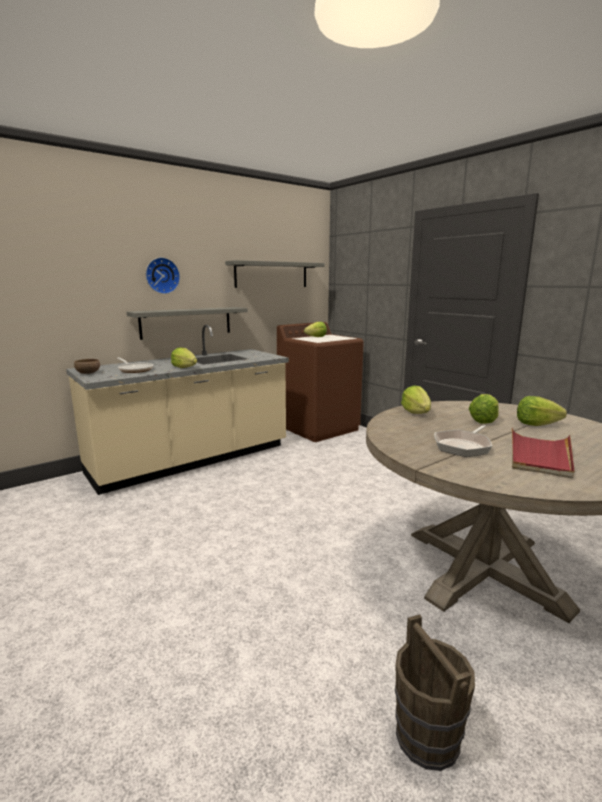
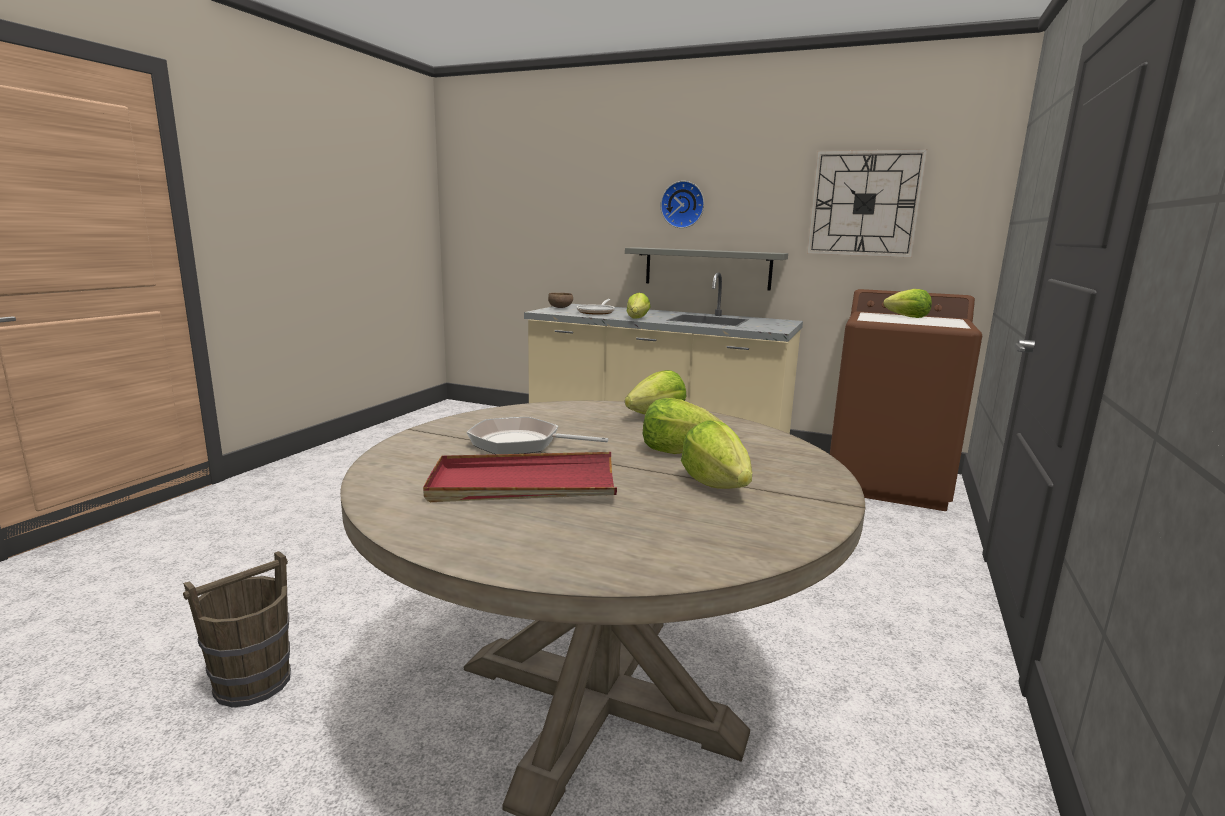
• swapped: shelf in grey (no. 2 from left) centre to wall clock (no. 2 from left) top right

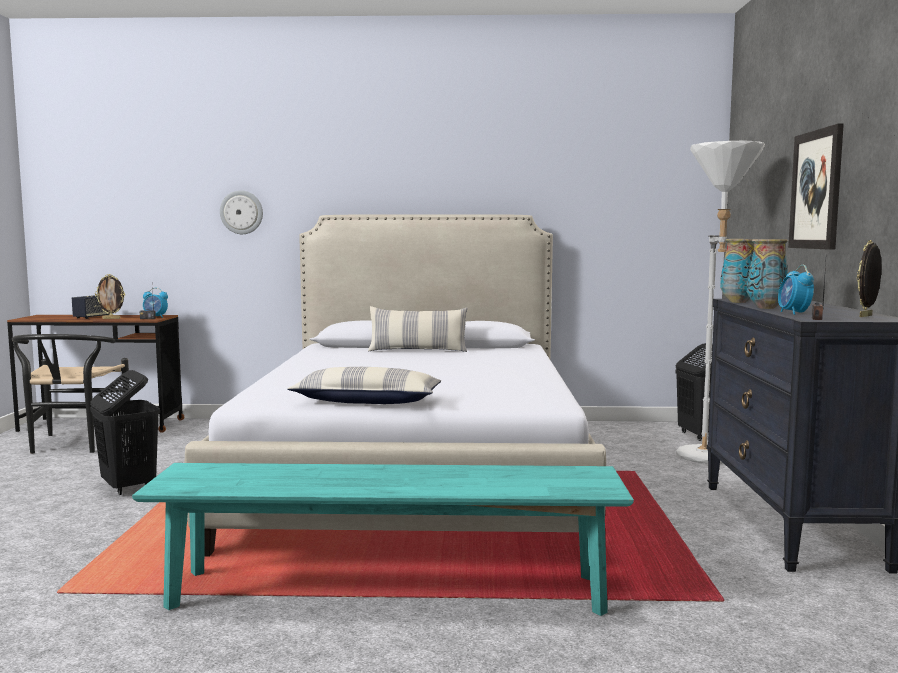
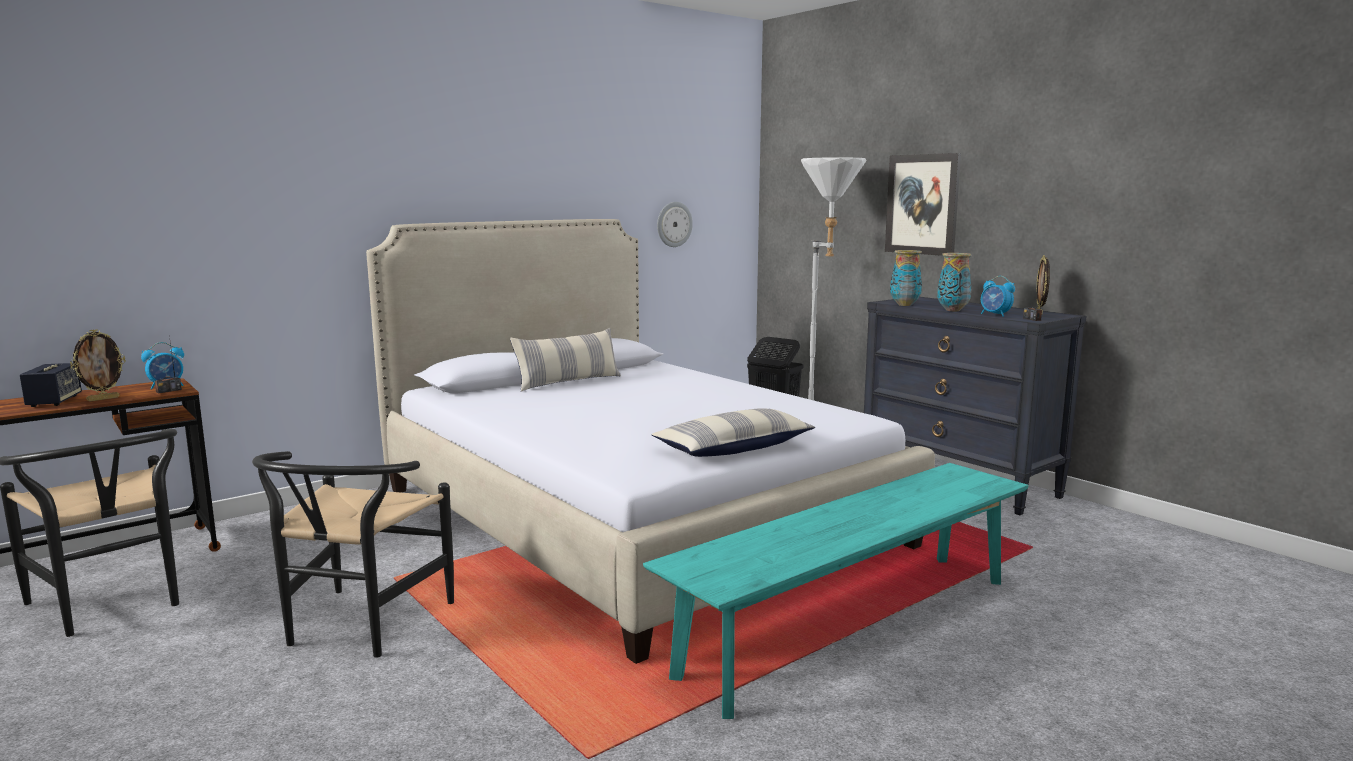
• shifted: wall clock top left to top centre
• swapped: laundry basket in black (no. 1 from left) middle left to chair in black (no. 2 from left) bottom left

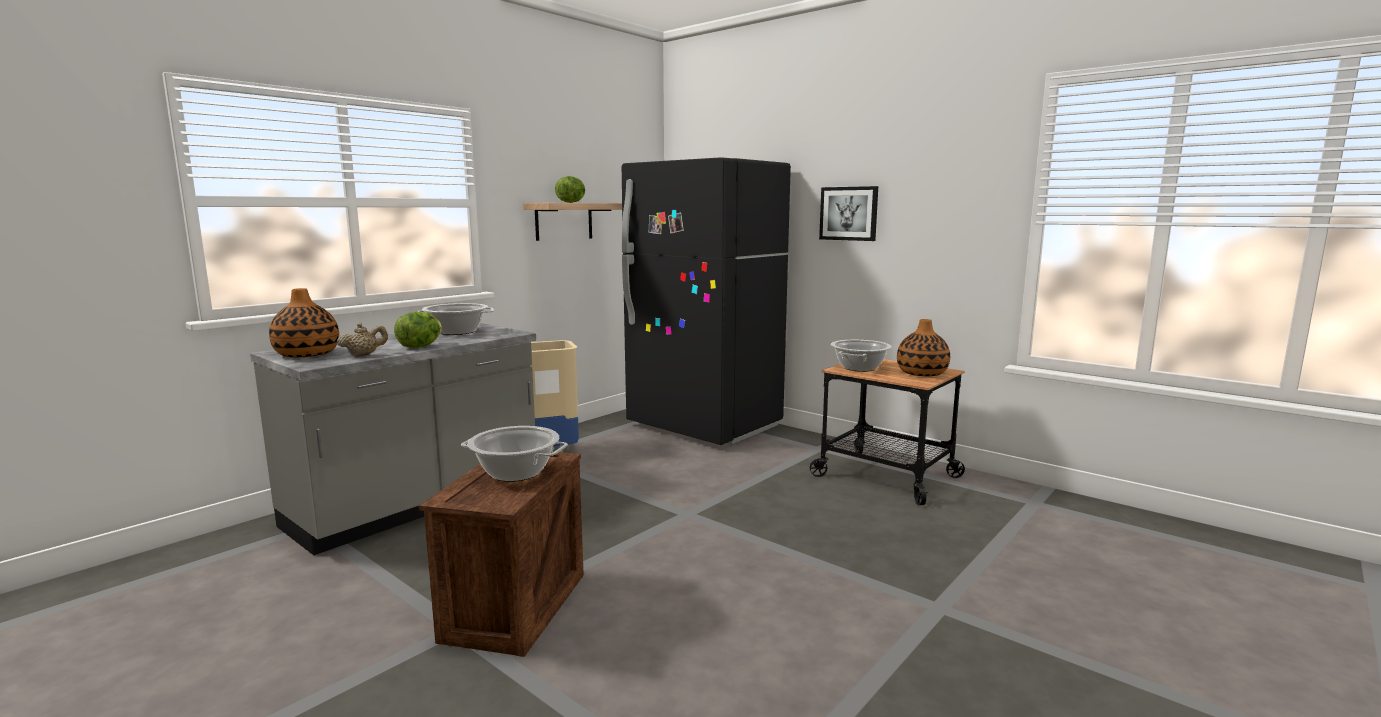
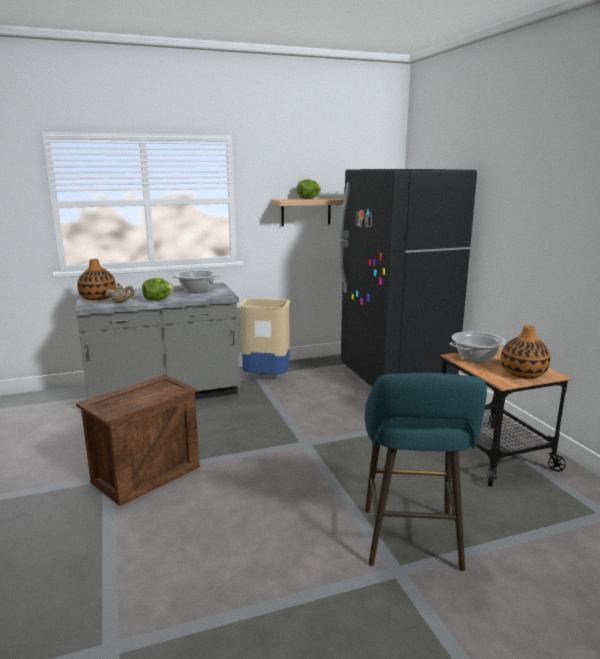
• gone: picture top centre
• gone: cooking pot (no. 2 from left) centre
• new: stool in turquoise bottom right

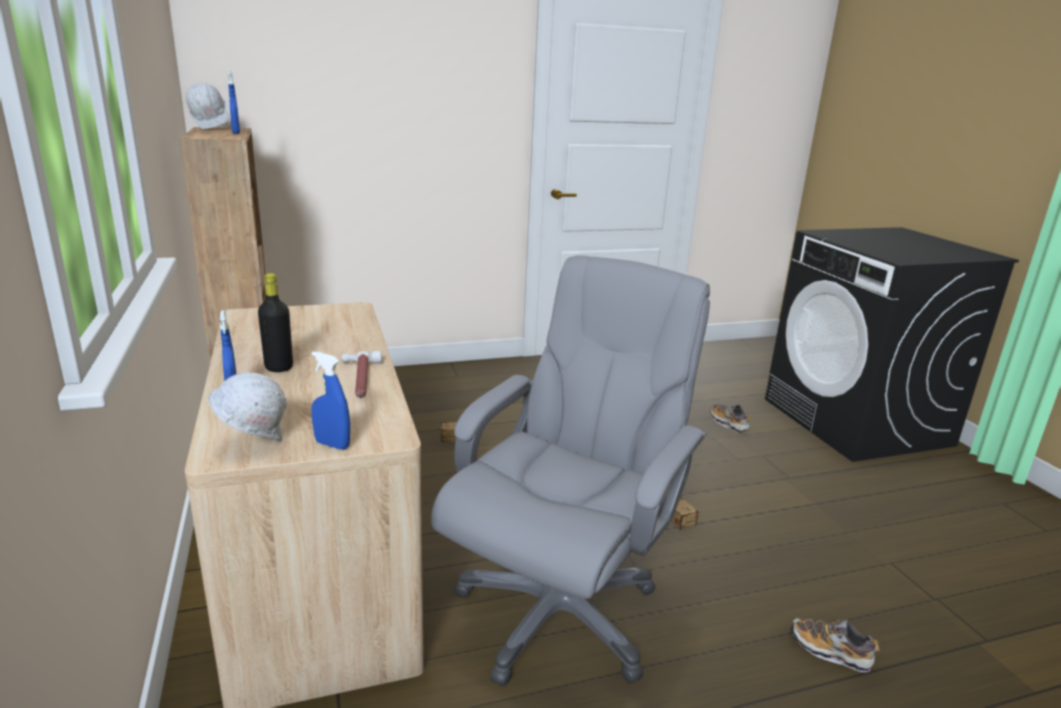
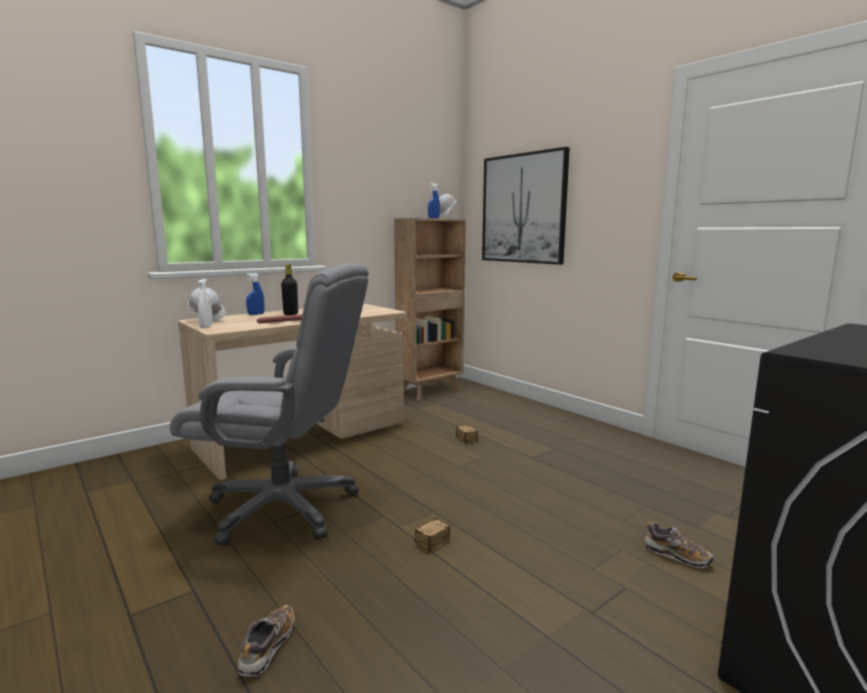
• repainted: spray bottle in blue (no. 3 from left) middle left to spray bottle in white middle left
• rotated: shoe (no. 1 from left in the first image) middle right = bottom right 90 degrees clockwise
• new: picture top centre

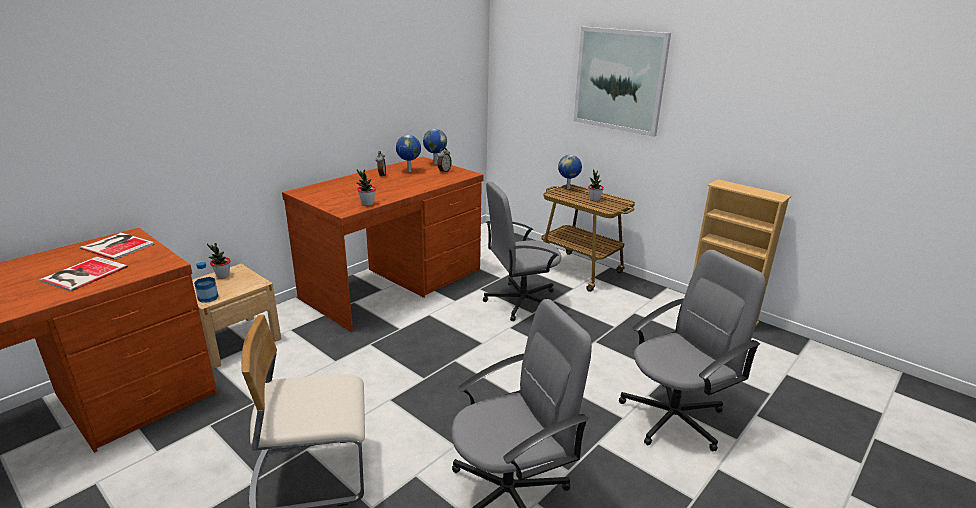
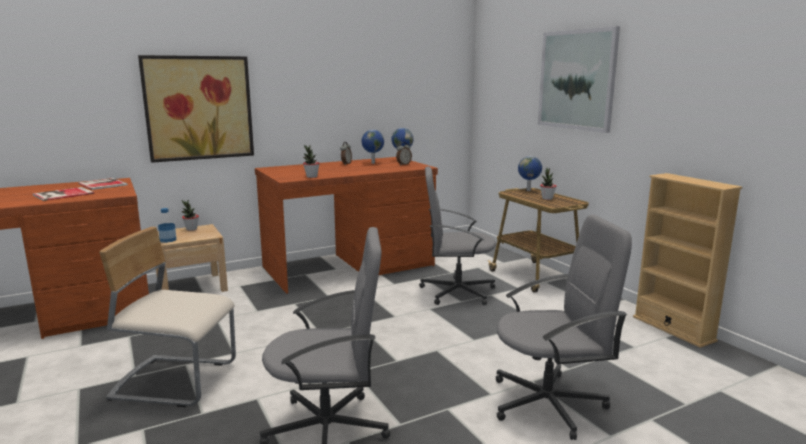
• new: picture (no. 1 from left) top left

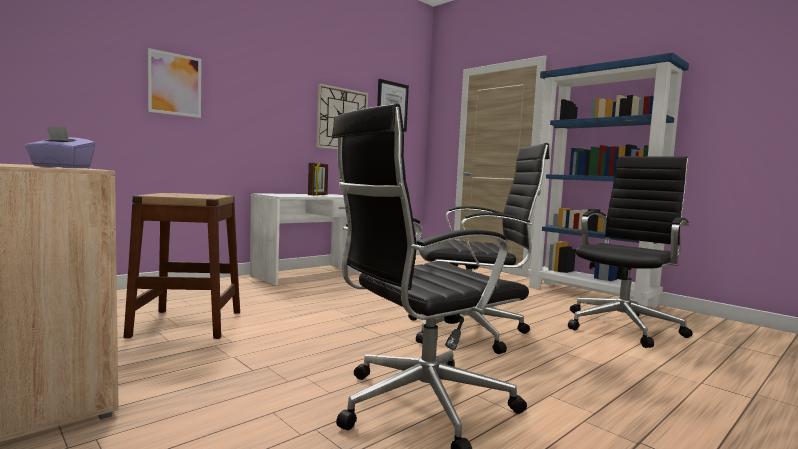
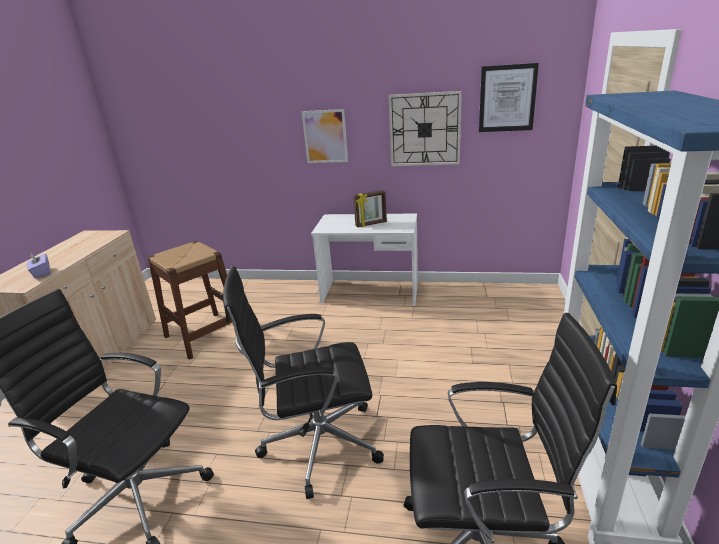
• shifted: picture (no. 1 from left) top left to top centre
• rotated: office chair in black (no. 2 from left) centre = bottom centre 120 degrees clockwise

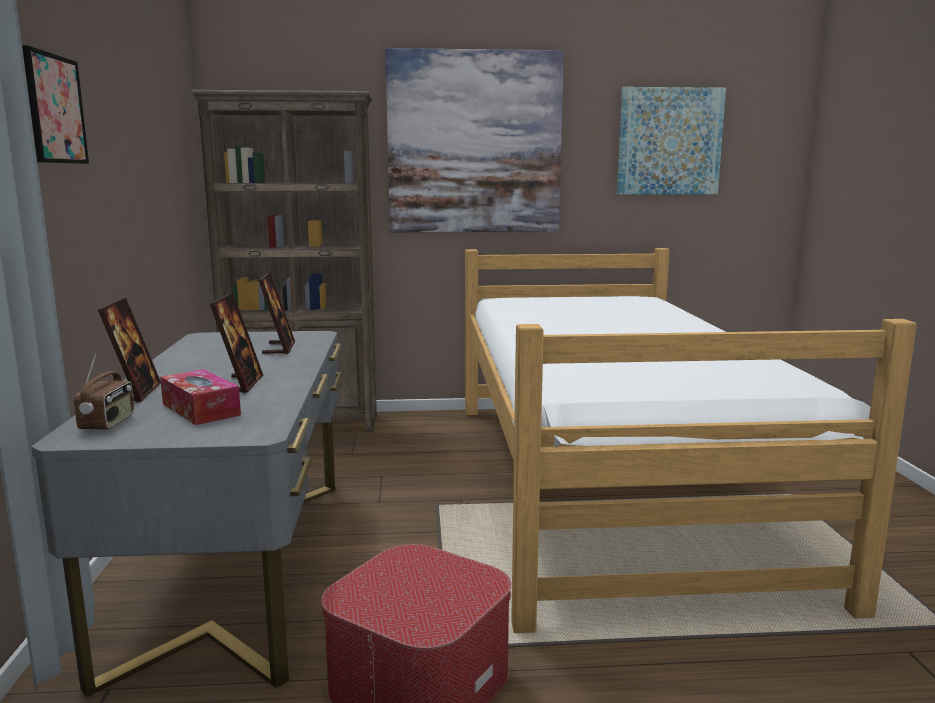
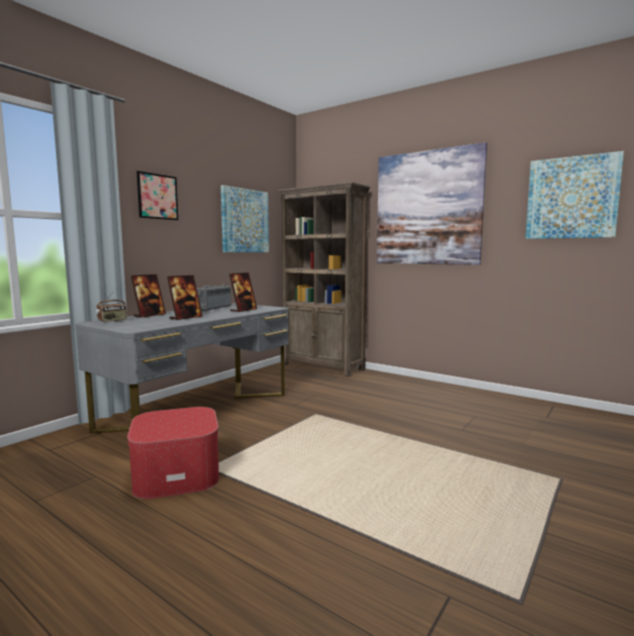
• gone: bed middle right
• gone: tissue box middle left
• new: picture (no. 2 from left) centre
• new: radio (no. 2 from left) centre

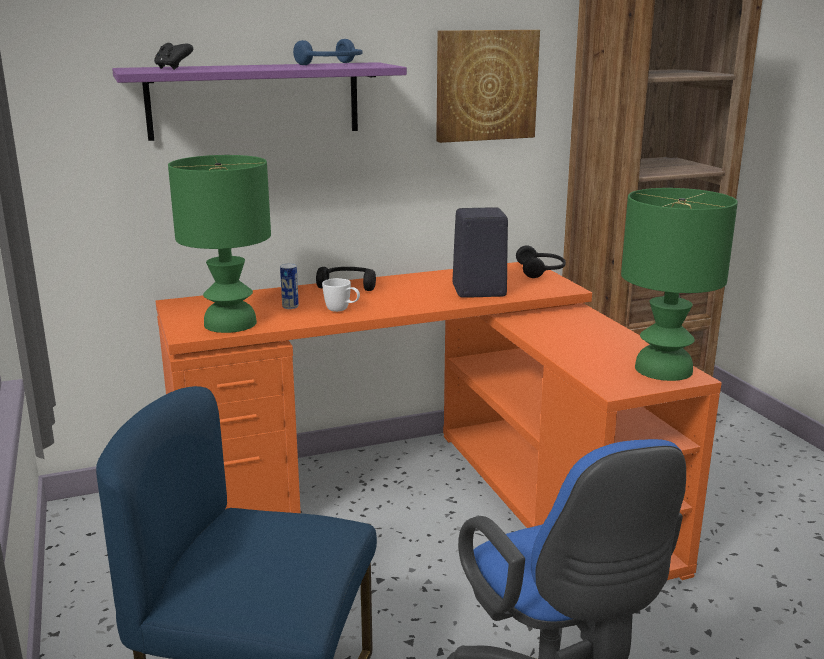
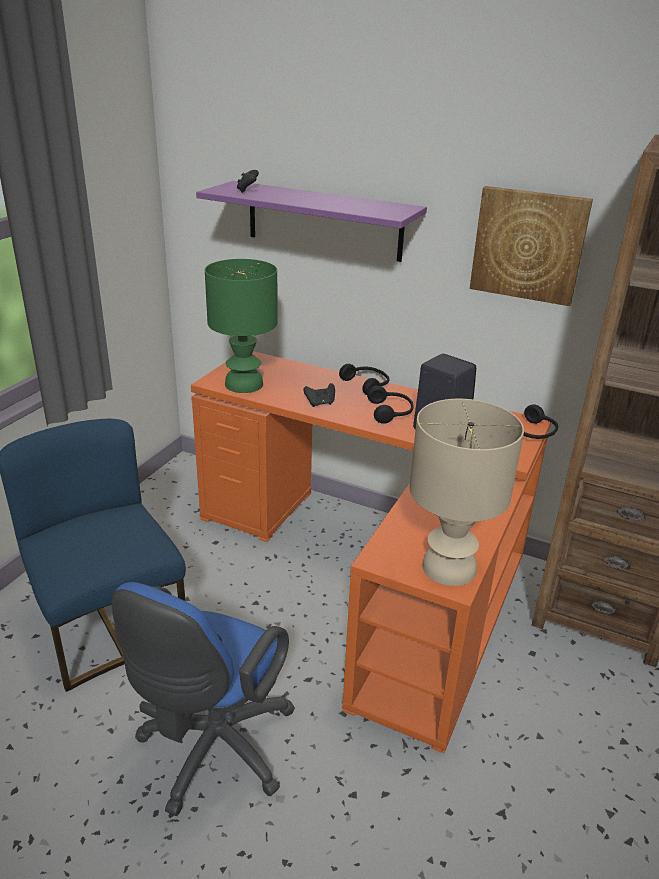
• gone: headphones in blue top centre
• repainted: table lamp in green (no. 2 from left) middle right to table lamp in beige middle right
• gone: can centre
• swapped: mug in white centre to game controller in black (no. 2 from left) centre
• new: headphones in black (no. 2 from left) centre

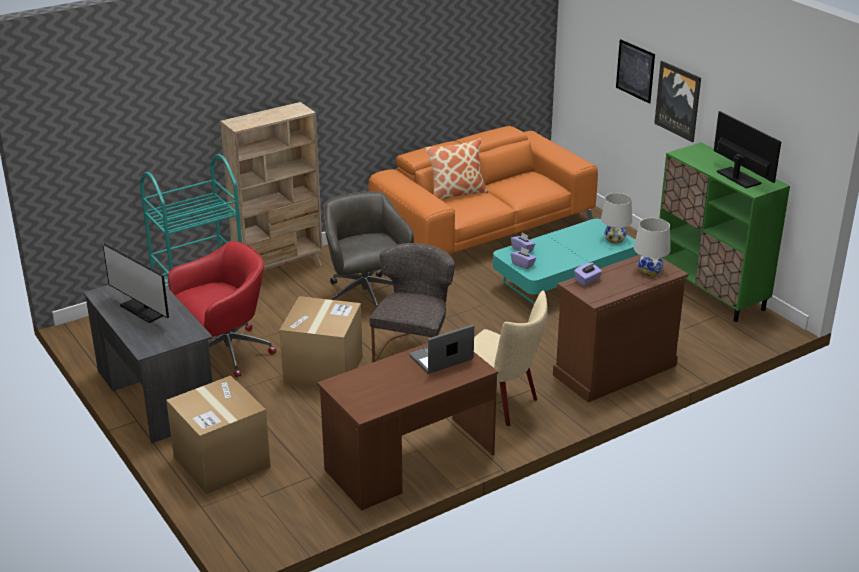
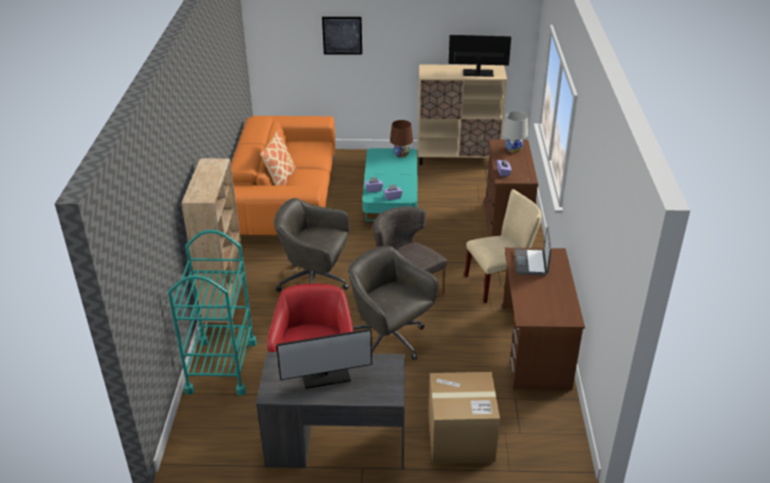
• gone: picture (no. 2 from left) top right
• repainted: cabinet in green middle right to cabinet in beige top centre
• repainted: table lamp in white (no. 1 from left) middle right to table lamp in brown top centre
• swapped: cardboard box (no. 2 from left) centre to office chair in grey (no. 2 from left) centre

